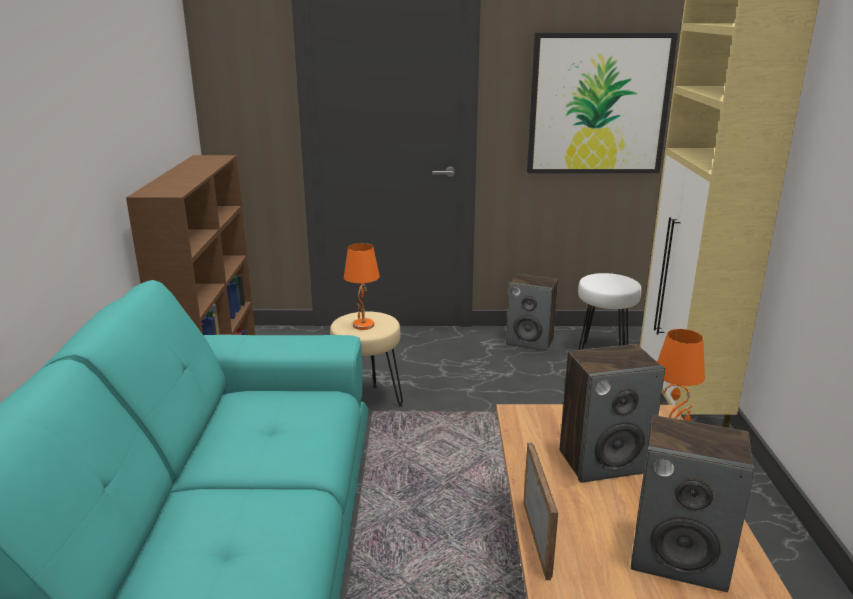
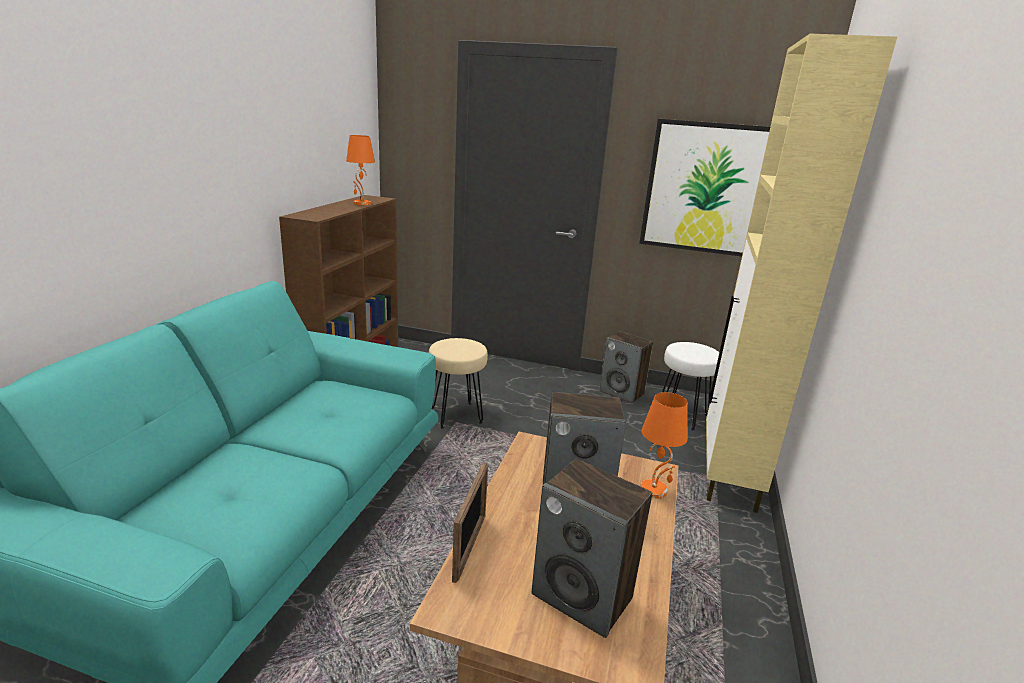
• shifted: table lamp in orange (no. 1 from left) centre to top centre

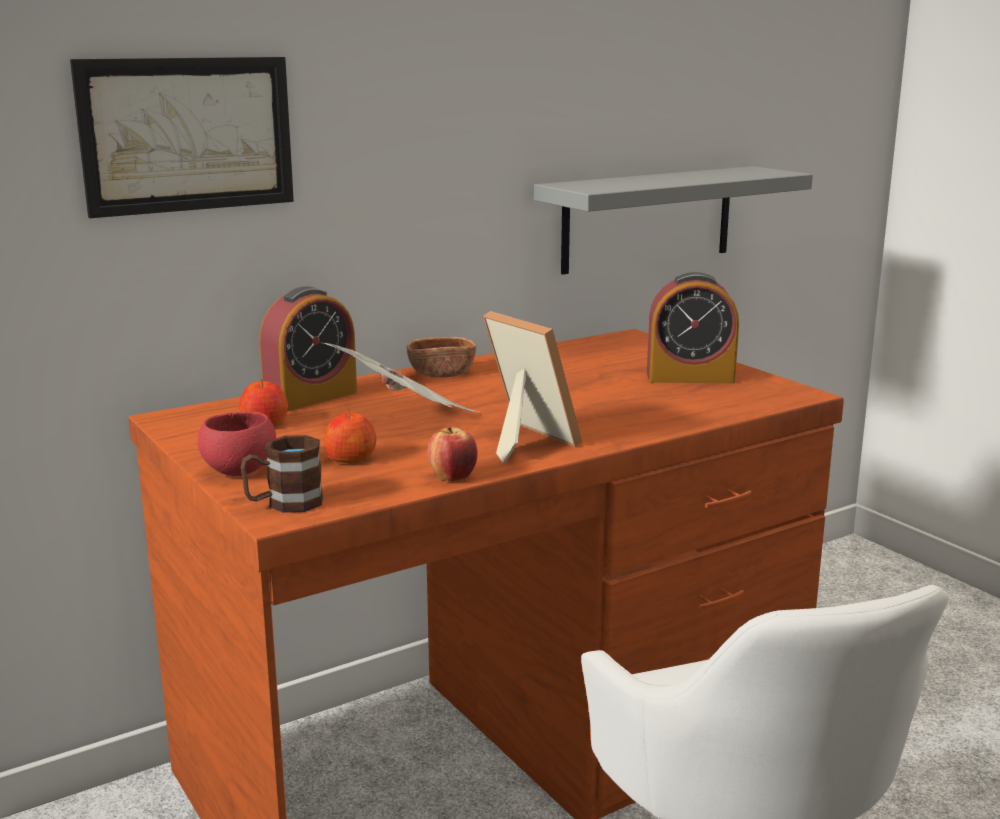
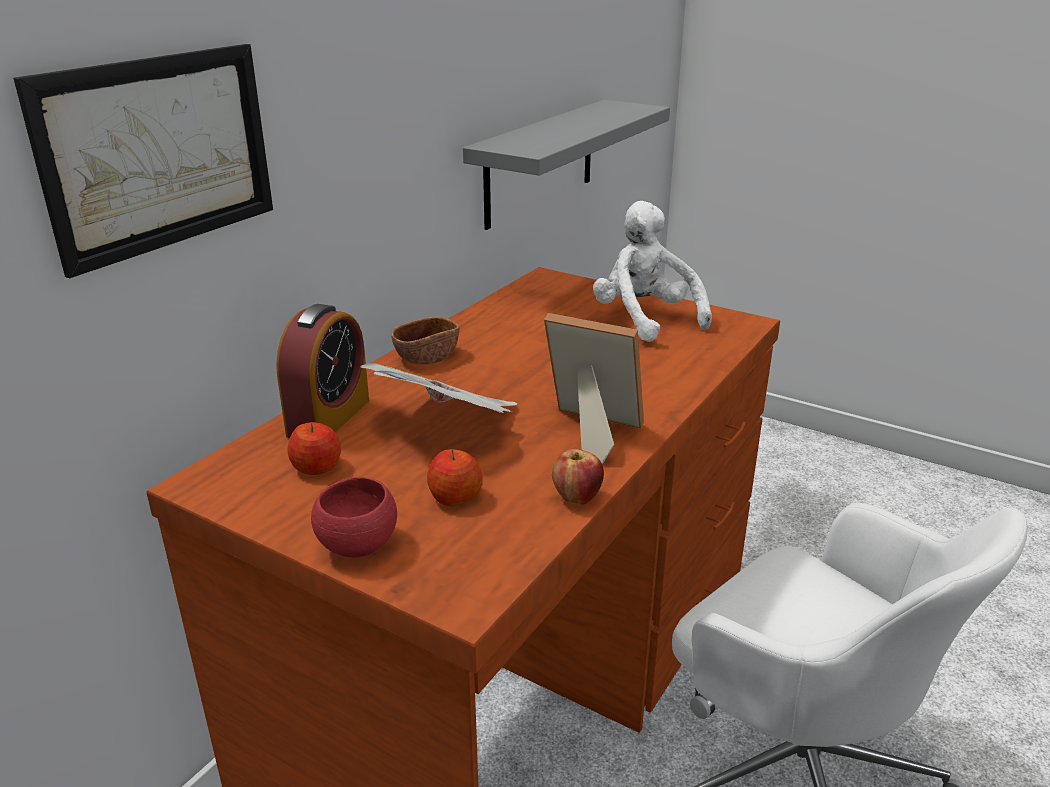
• swapped: alarm clock (no. 2 from left) middle right to plush toy in white centre
• gone: mug in brown middle left

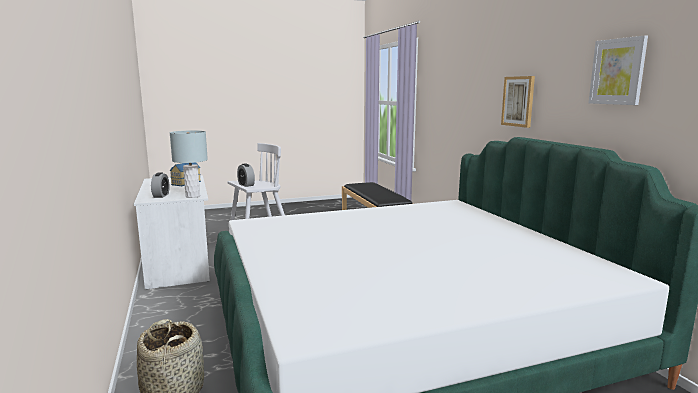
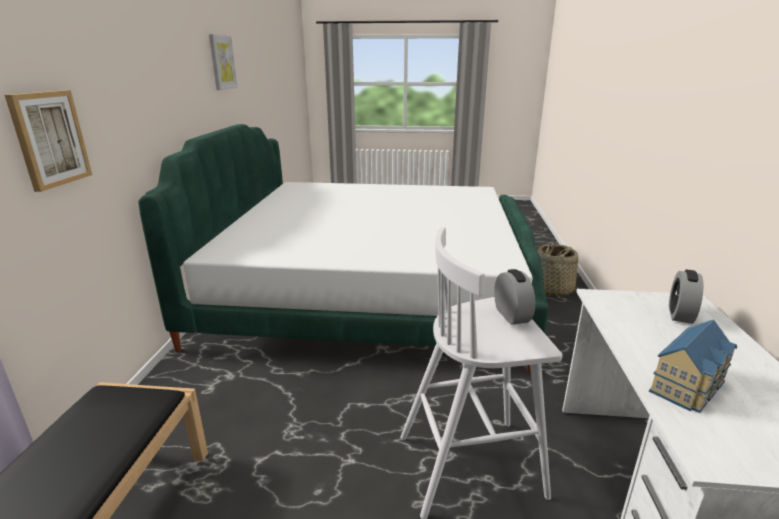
• shifted: picture (no. 1 from left) top right to top left
• gone: table lamp in grey middle left

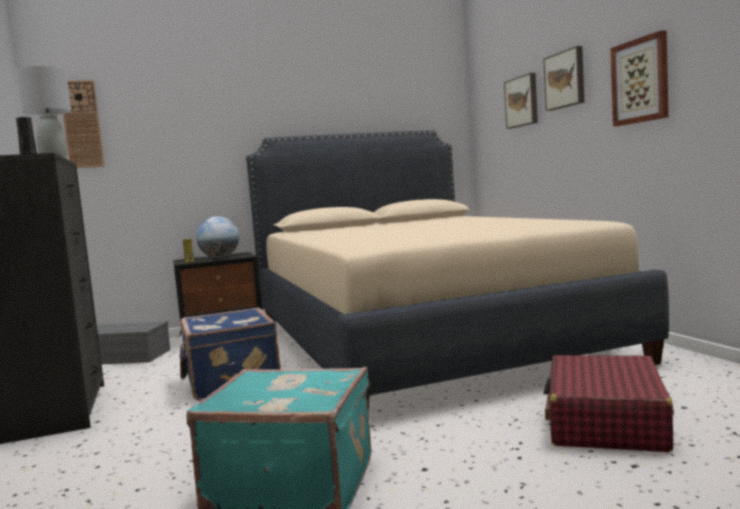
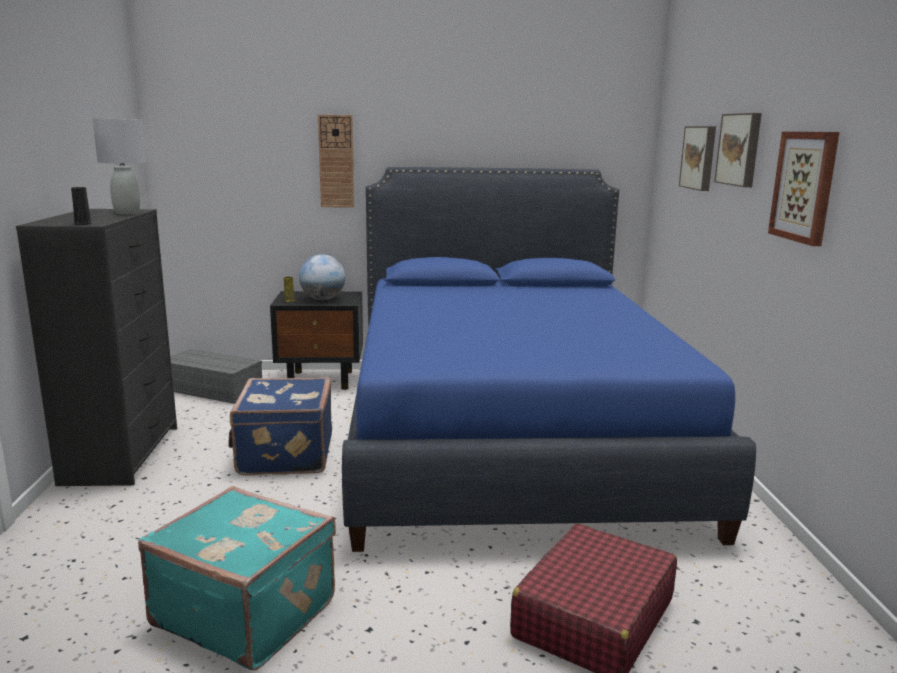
• shifted: wall clock top left to top centre
• repainted: bed in beige centre to bed in blue centre

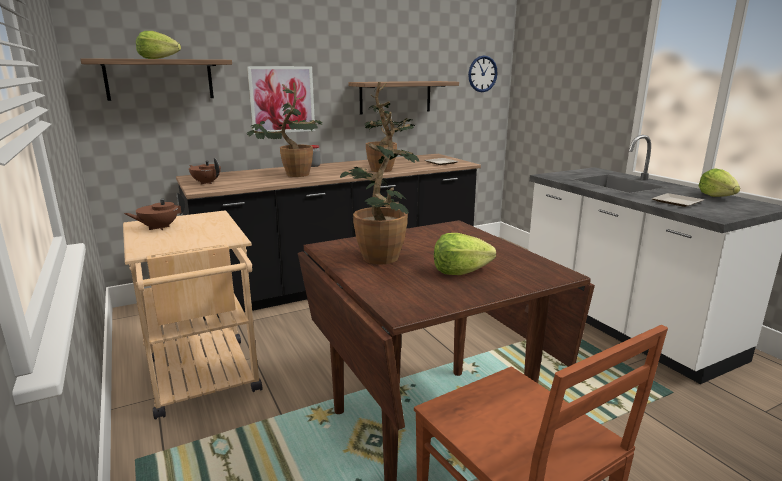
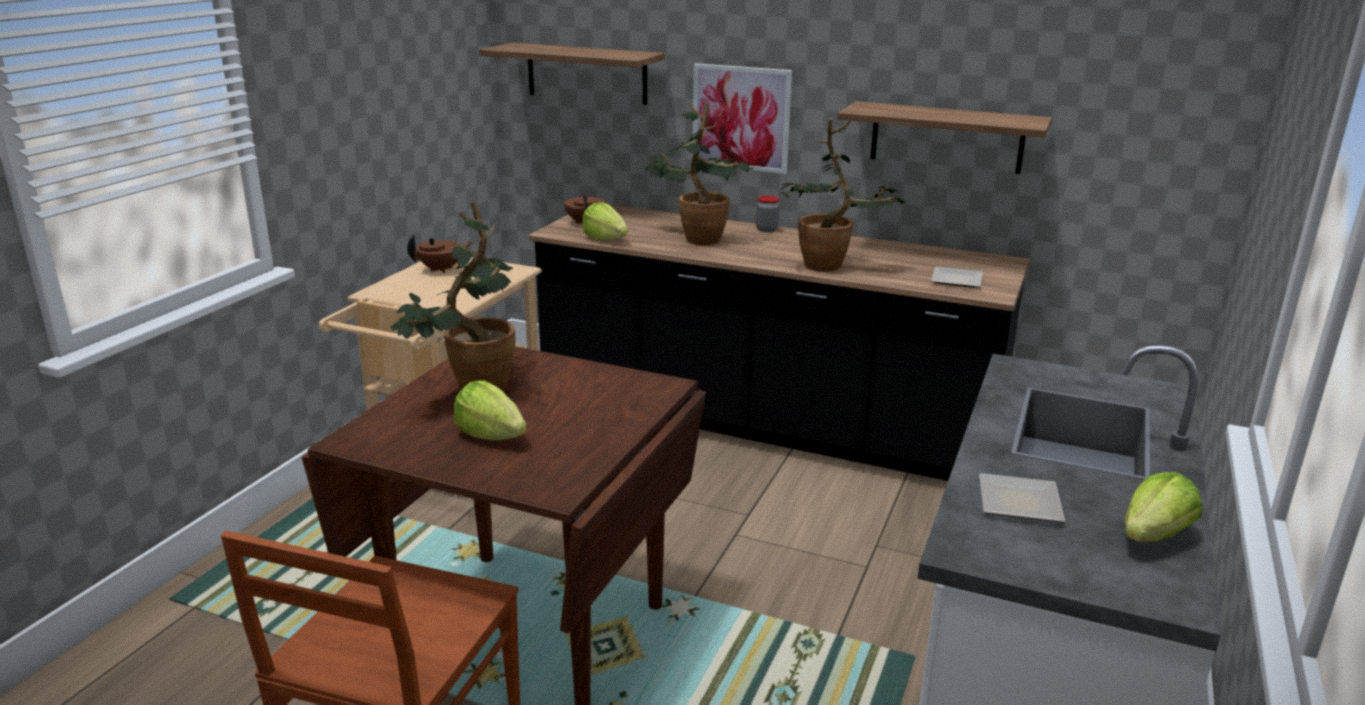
• shifted: lettuce (no. 1 from left in the first image) top left to lettuce (no. 2 from left) top centre
• gone: wall clock top centre
• rotated: teapot in brown (no. 1 from left) middle left = middle left 135 degrees clockwise

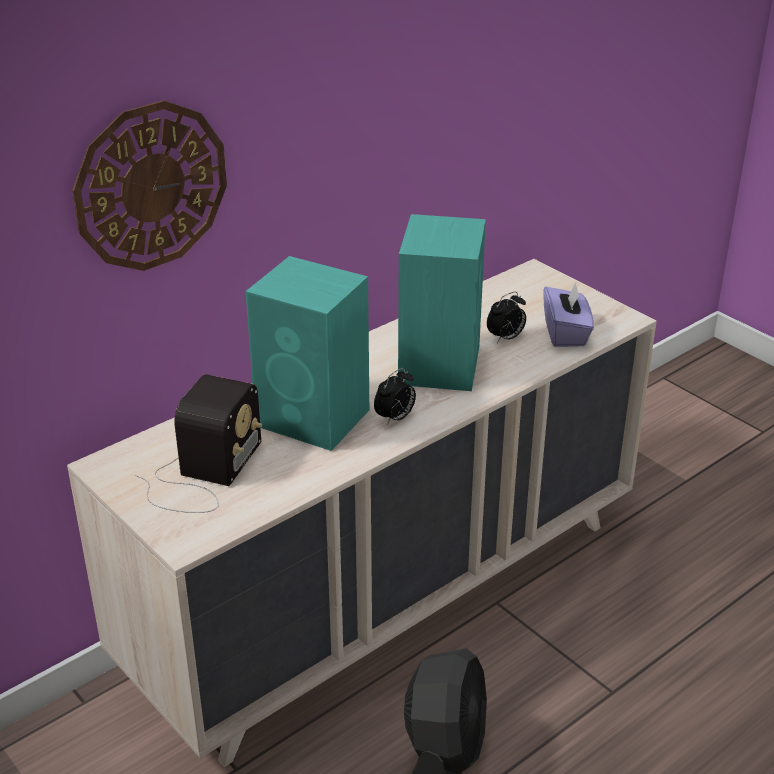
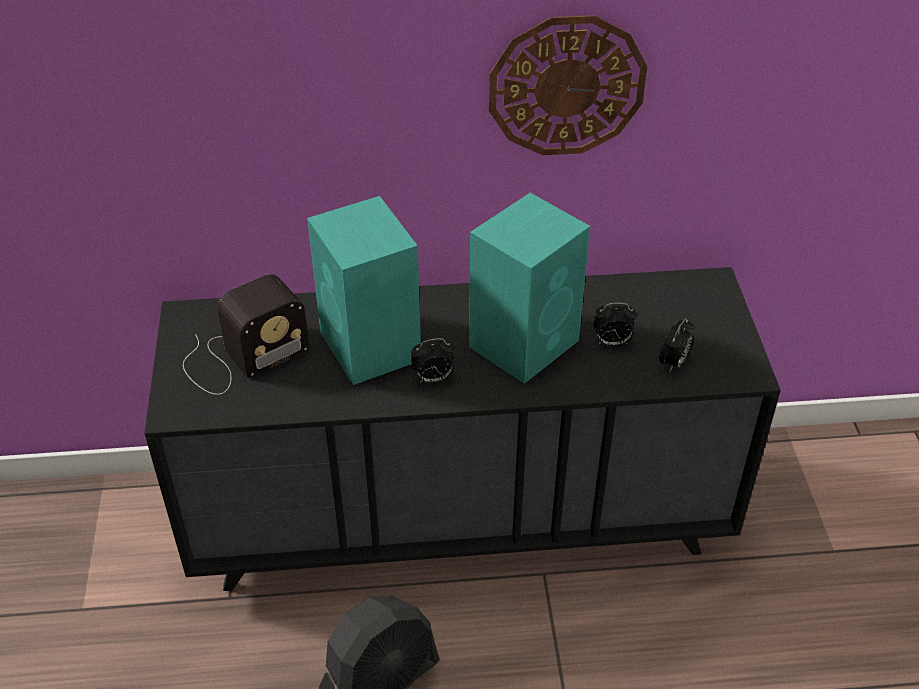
• shifted: wall clock top left to top centre
• repainted: dresser in beige centre to dresser in black centre
• swapped: tissue box in purple middle right to alarm clock (no. 3 from left) middle right

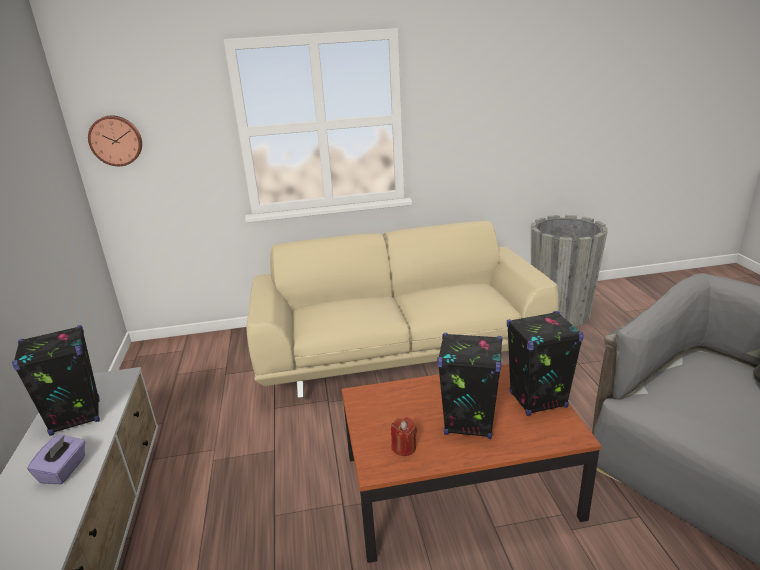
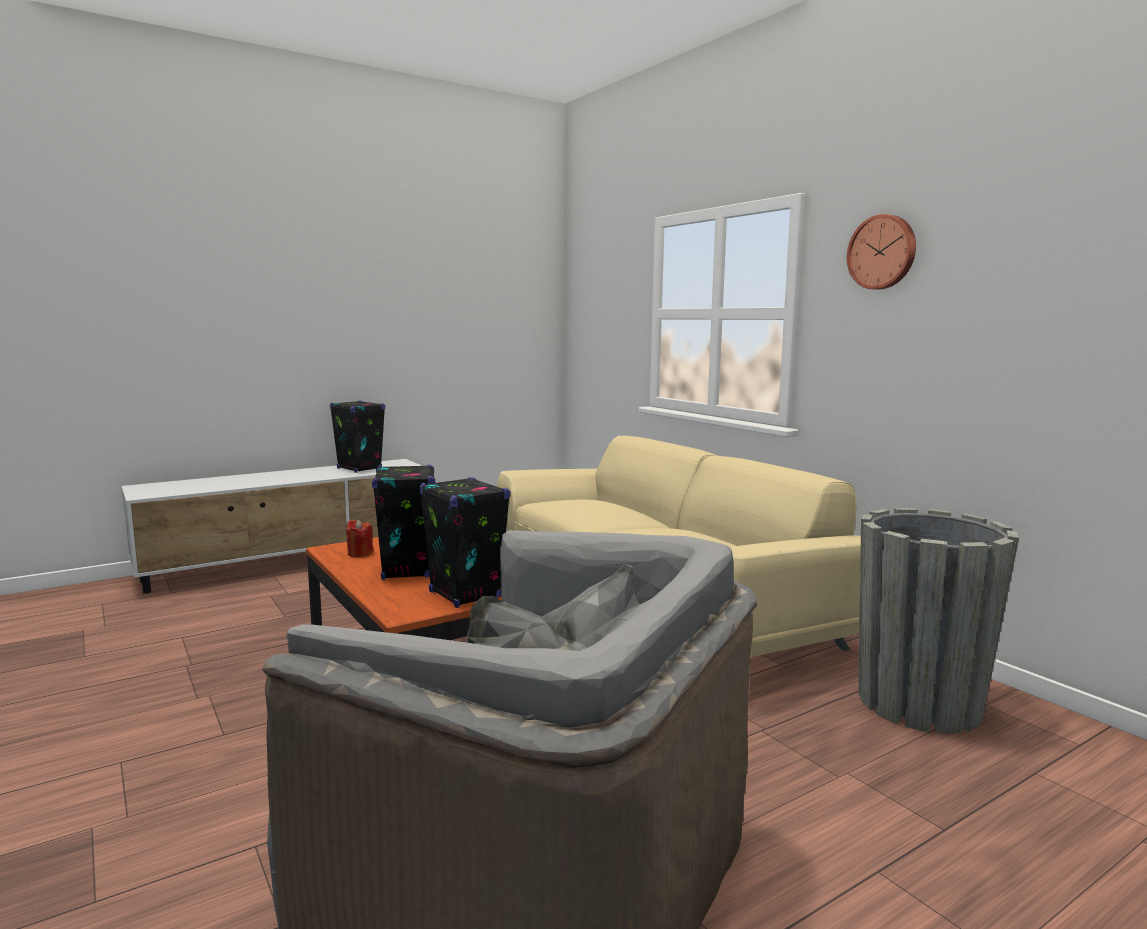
• shifted: wall clock top left to top right
• gone: tissue box in purple bottom left

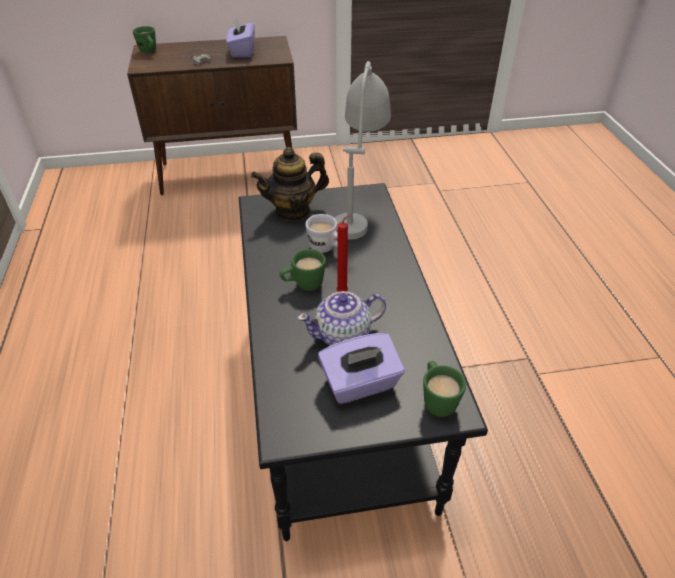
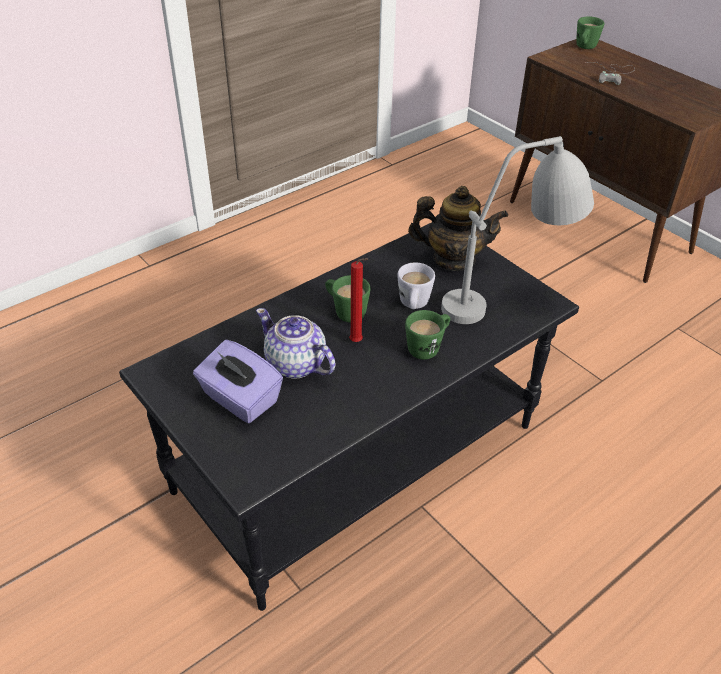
• gone: tissue box in purple (no. 1 from left) top centre
• rotated: teapot (no. 1 from left in the first image) top centre = centre 150 degrees clockwise
• shifted: mug in green (no. 3 from left in the first image) bottom centre to mug in green (no. 2 from left) centre

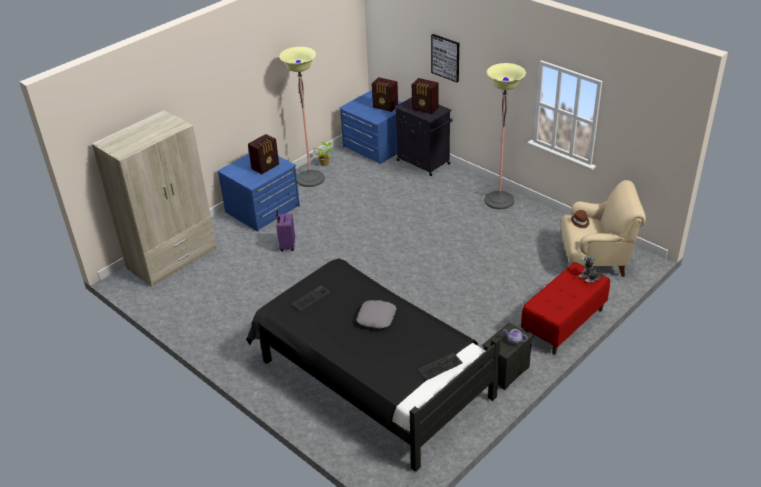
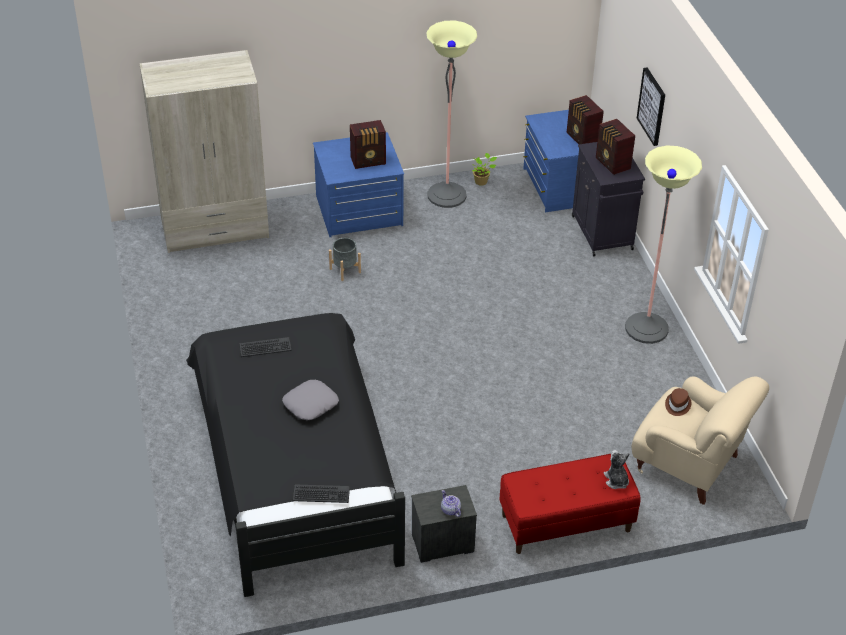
• swapped: suitcase in purple centre to planter in grey centre

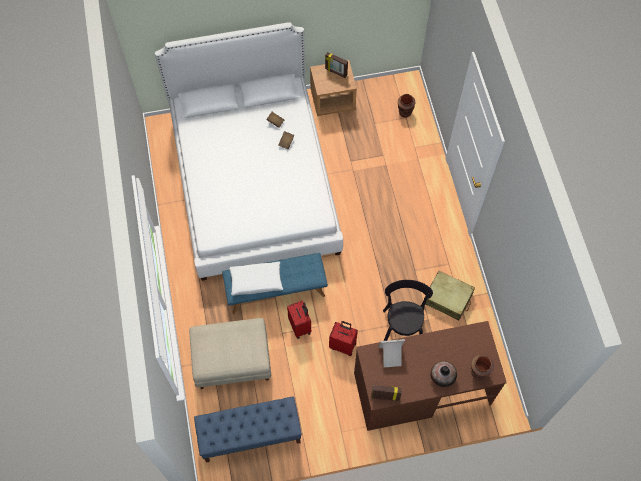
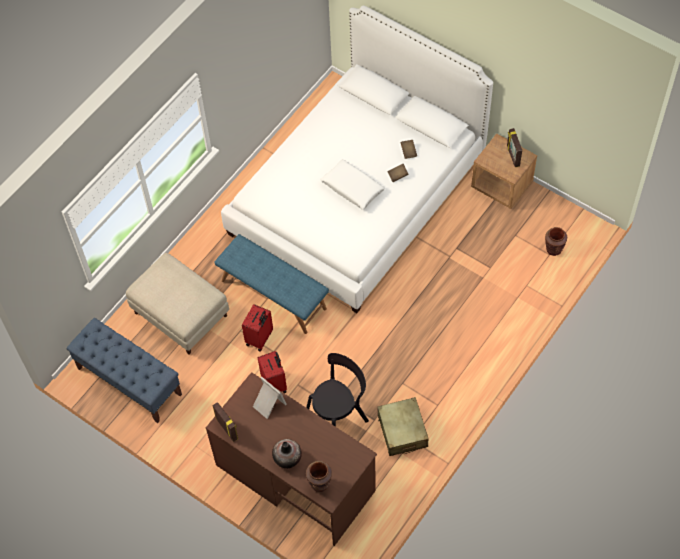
• shifted: pillow in white centre to top centre

